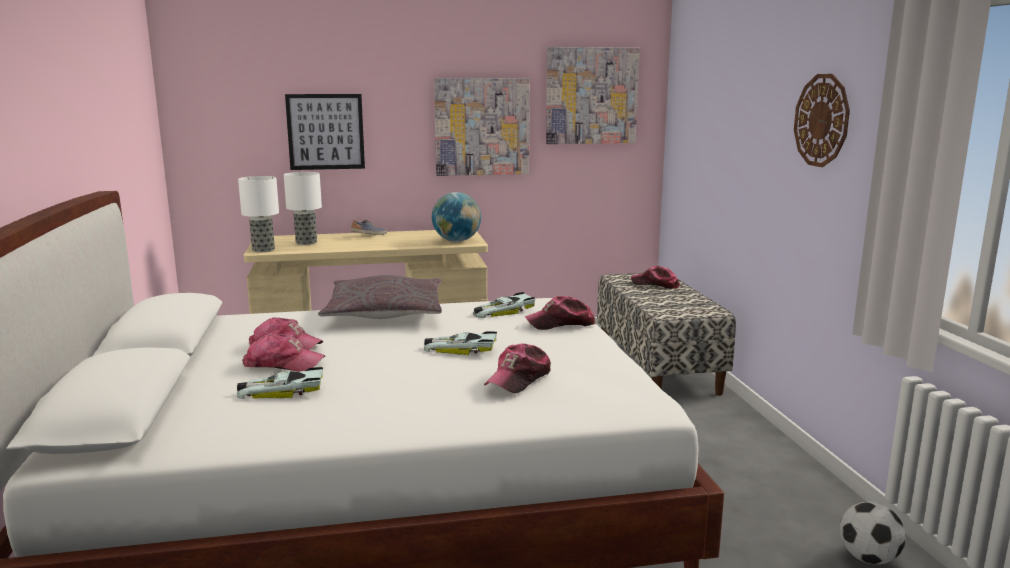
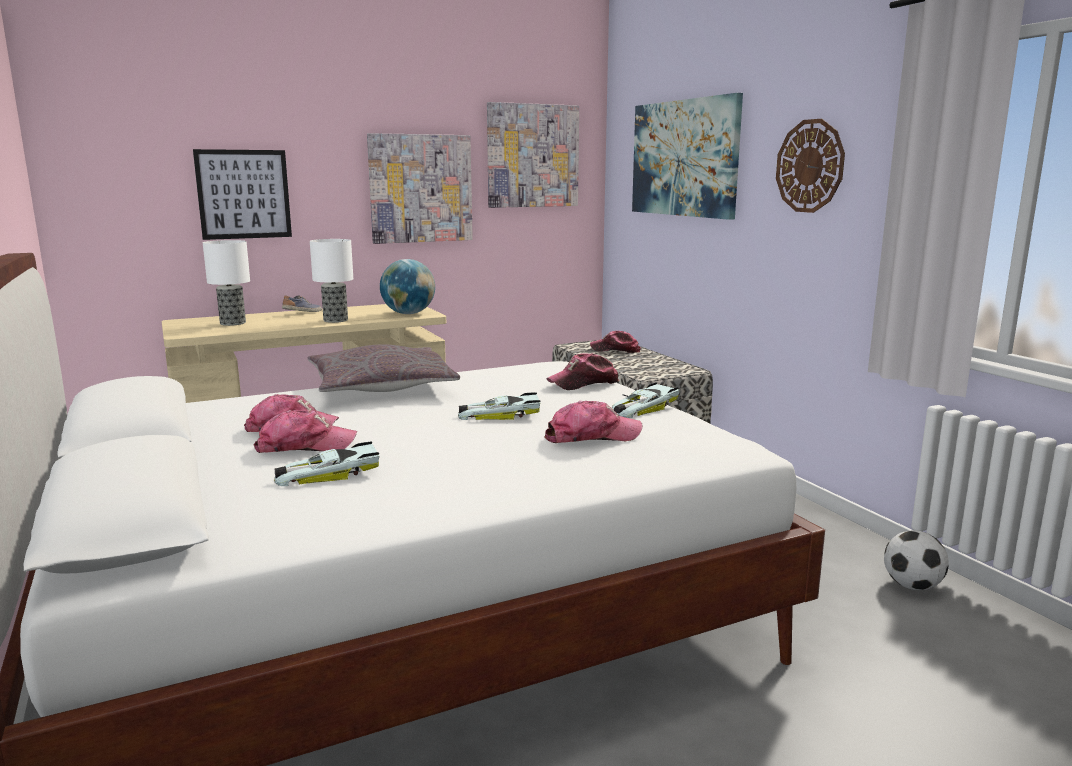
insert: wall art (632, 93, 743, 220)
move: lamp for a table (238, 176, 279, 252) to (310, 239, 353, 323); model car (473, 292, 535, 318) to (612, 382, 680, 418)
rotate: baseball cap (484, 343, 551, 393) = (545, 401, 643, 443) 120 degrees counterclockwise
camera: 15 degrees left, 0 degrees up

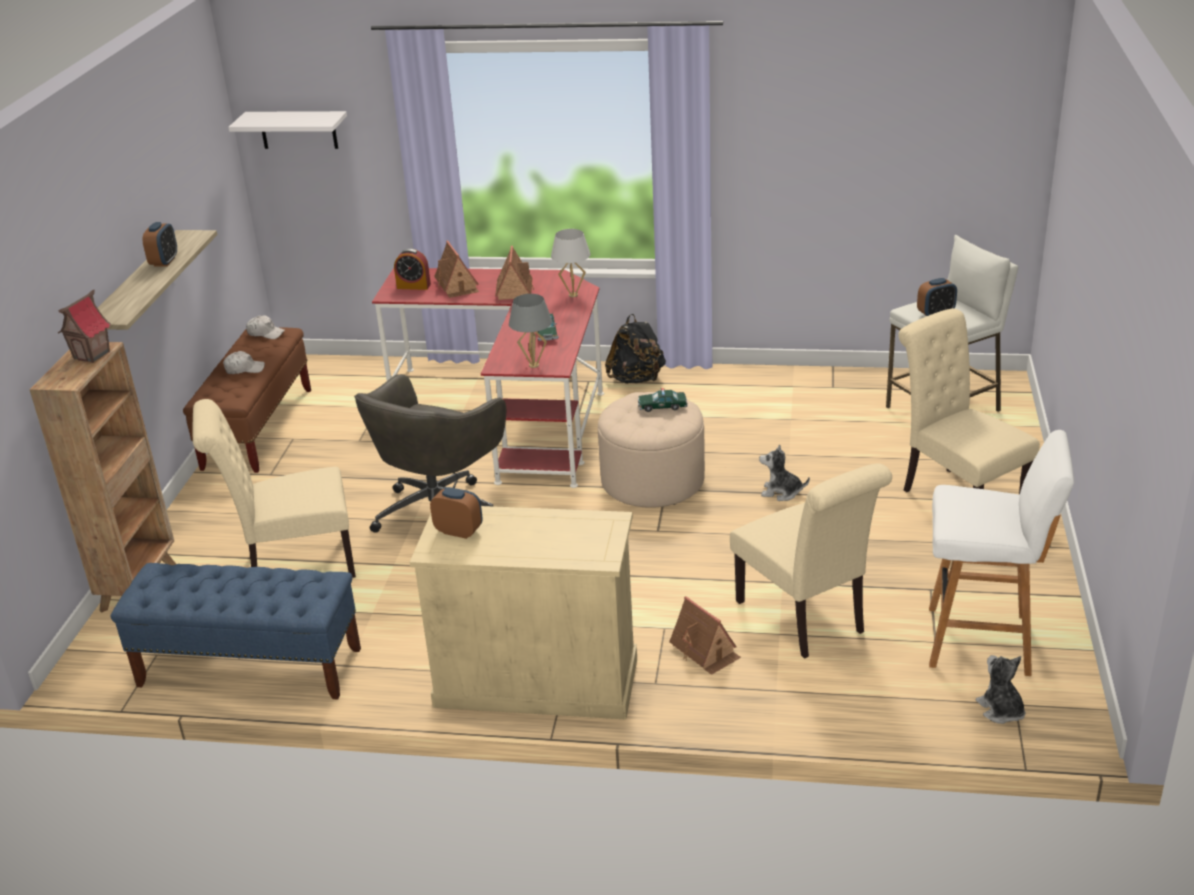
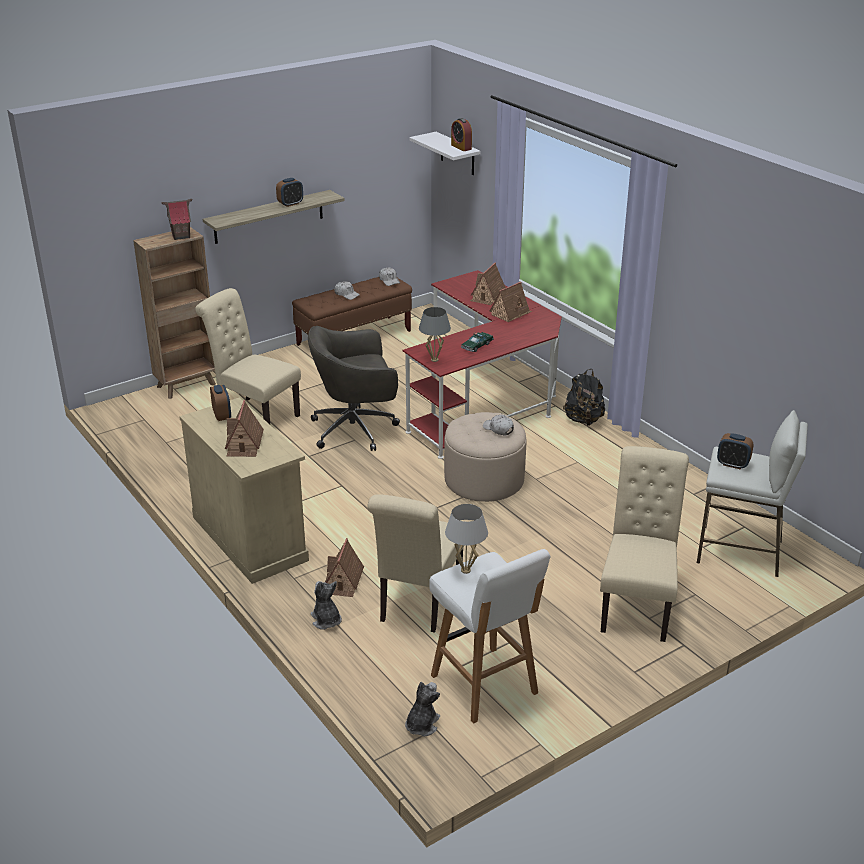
delete: bluish long seat (111, 563, 361, 700)
insert: miniature house (225, 400, 264, 457)
move: white-coloured lamp for a table (551, 229, 591, 297) to (445, 504, 488, 574); table clock (394, 249, 431, 290) to (451, 118, 472, 151); soft toy (759, 444, 810, 501) to (311, 581, 342, 630)
replace: model car (638, 388, 688, 412) to white-coloured baseball cap (483, 415, 514, 435)
camera: 45 degrees right, 0 degrees up

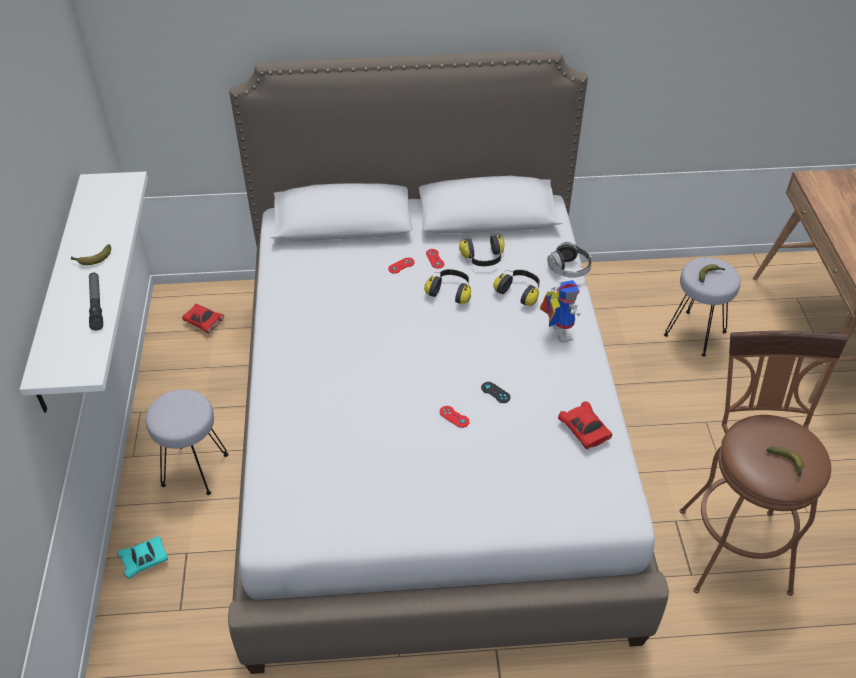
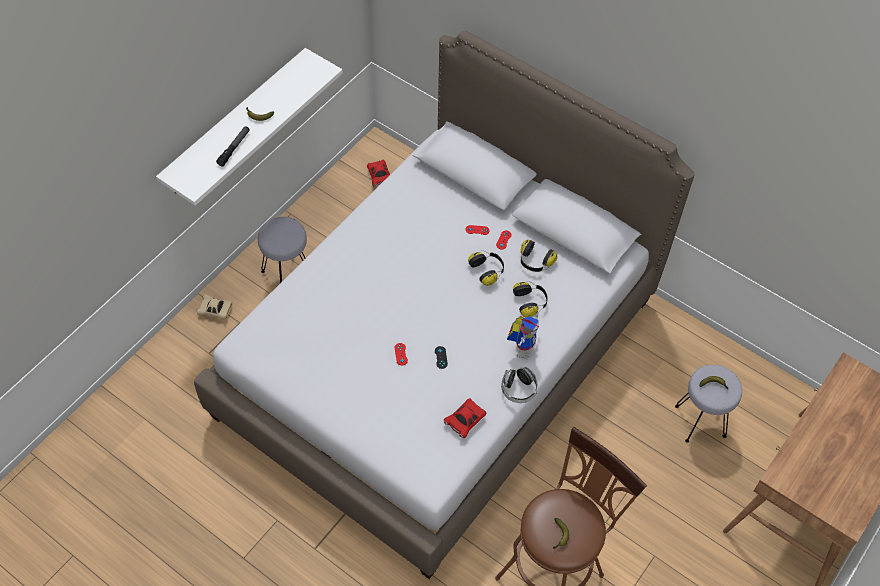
move: headset (547, 242, 592, 278) to (501, 367, 538, 403)
recolor: blue-green model car (117, 536, 168, 579) to beige-coloured model car (196, 294, 232, 319)
rotate: red model car (558, 401, 612, 449) = (444, 398, 486, 438) 150 degrees counterclockwise
camera: 40 degrees right, 10 degrees up

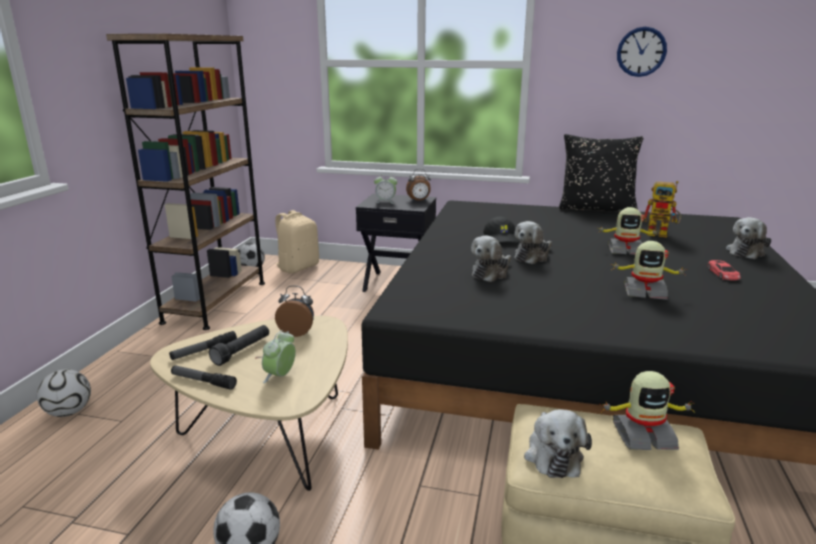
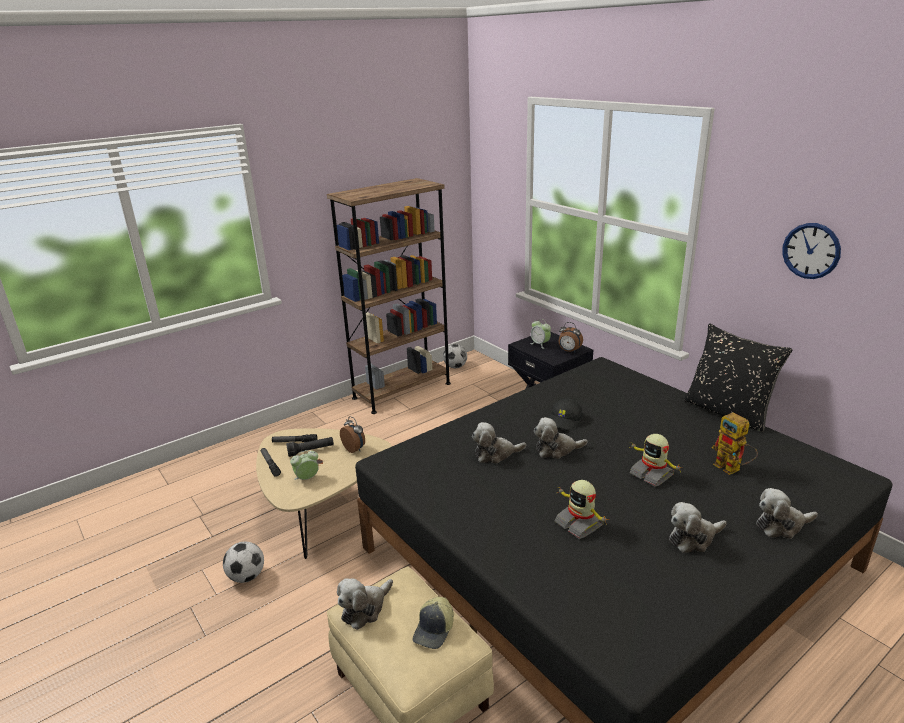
delete: beige-coloured rucksack (275, 210, 319, 273); ball for football (37, 369, 91, 417)
replace: red model car (707, 260, 741, 280) to soft toy (669, 502, 726, 553); robot figure (599, 371, 695, 450) to baseball cap (413, 597, 454, 649)
camera: 40 degrees right, 5 degrees up

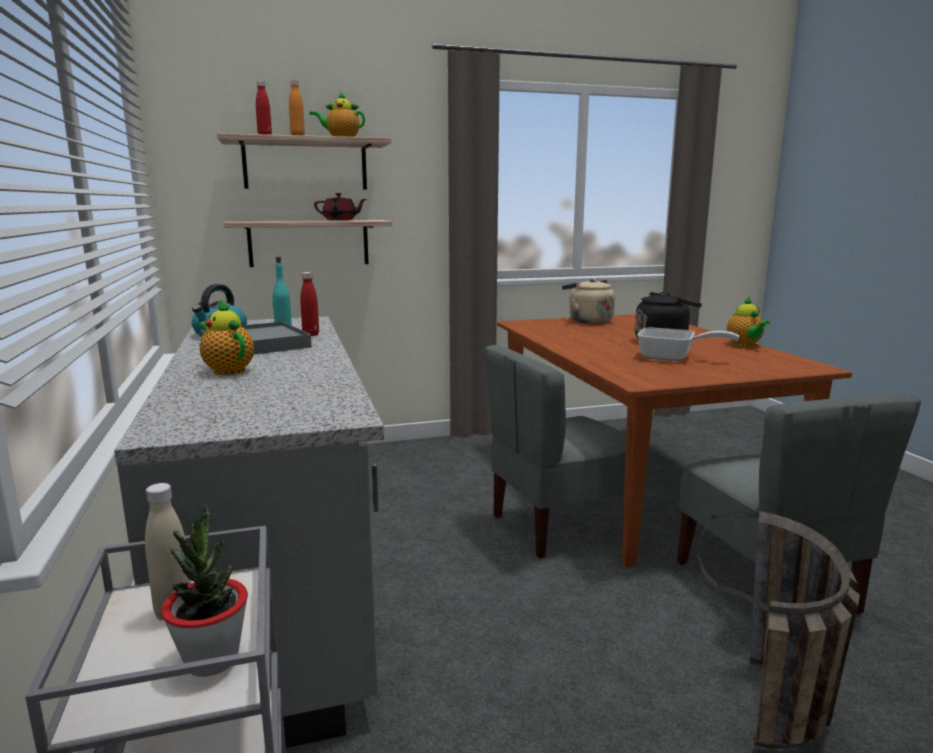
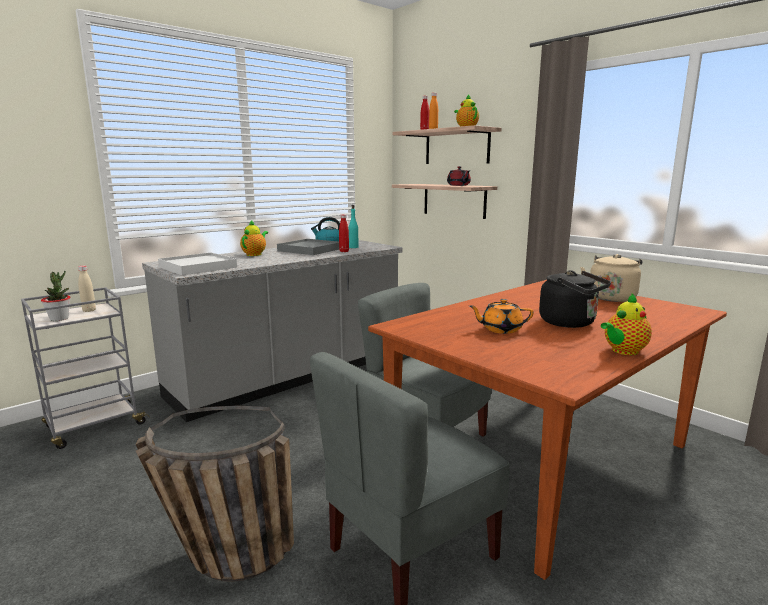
insert: white-coloured serving tray (158, 252, 237, 275)
replace: frying pan (637, 328, 739, 361) to orange pot for tea (469, 299, 534, 334)
camera: 65 degrees right, 0 degrees up

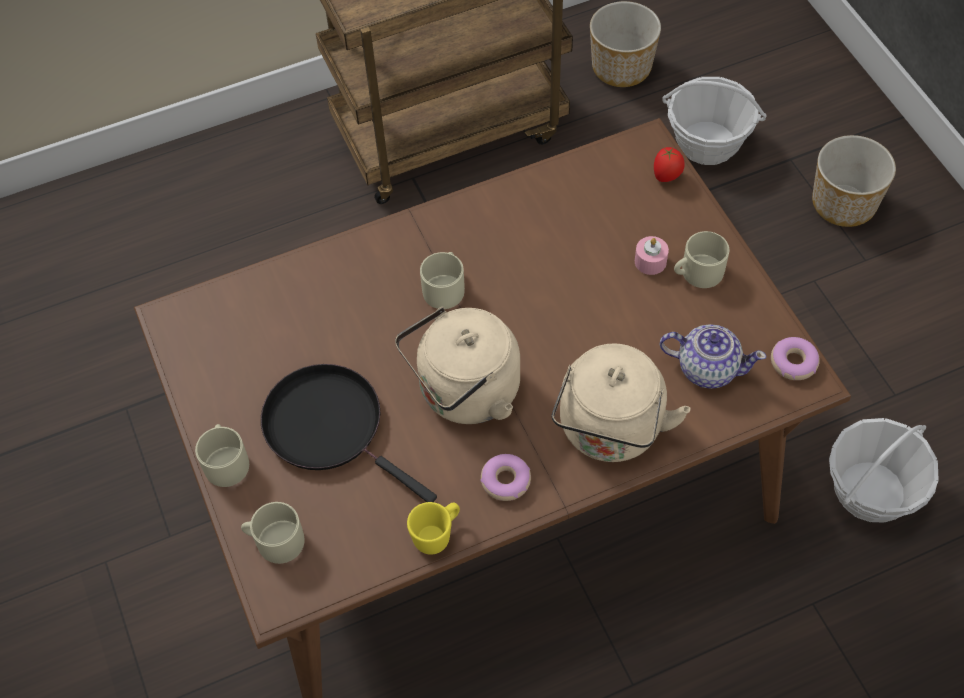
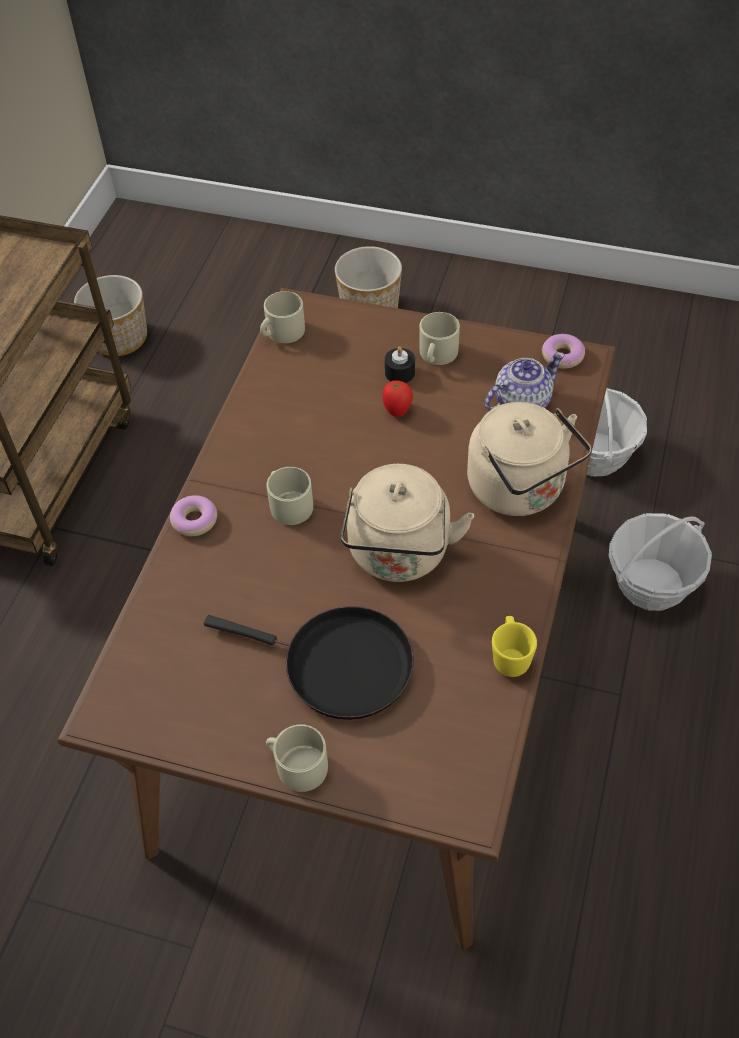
move: household basket (662, 77, 767, 165) to (609, 513, 712, 611); tomato (654, 147, 685, 182) to (383, 380, 413, 417); ring doughnut (480, 454, 531, 501) to (170, 495, 217, 536); beige-coloured mug (241, 502, 305, 564) to (260, 291, 305, 343)
recolor: pink candle (635, 236, 669, 275) to blackish candle (385, 346, 415, 383)
rotate: blackish frying pan (261, 364, 437, 502) = (204, 606, 414, 720) 150 degrees counterclockwise
camera: 50 degrees left, 5 degrees down

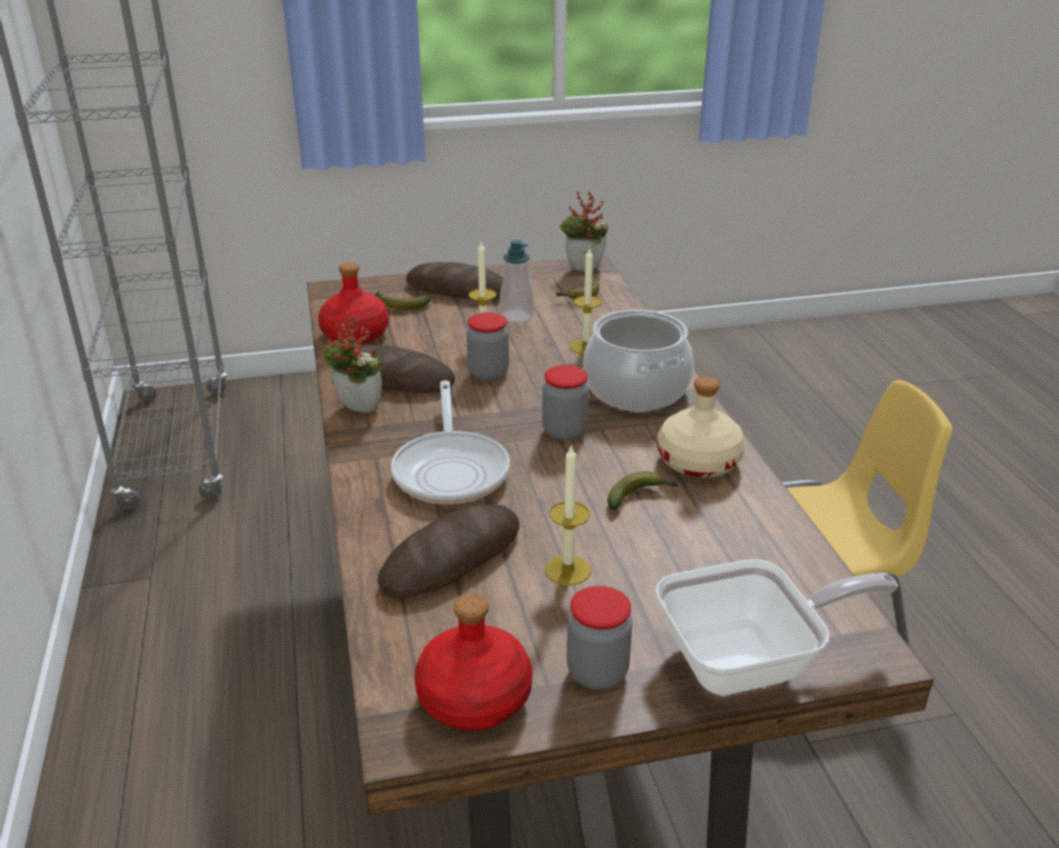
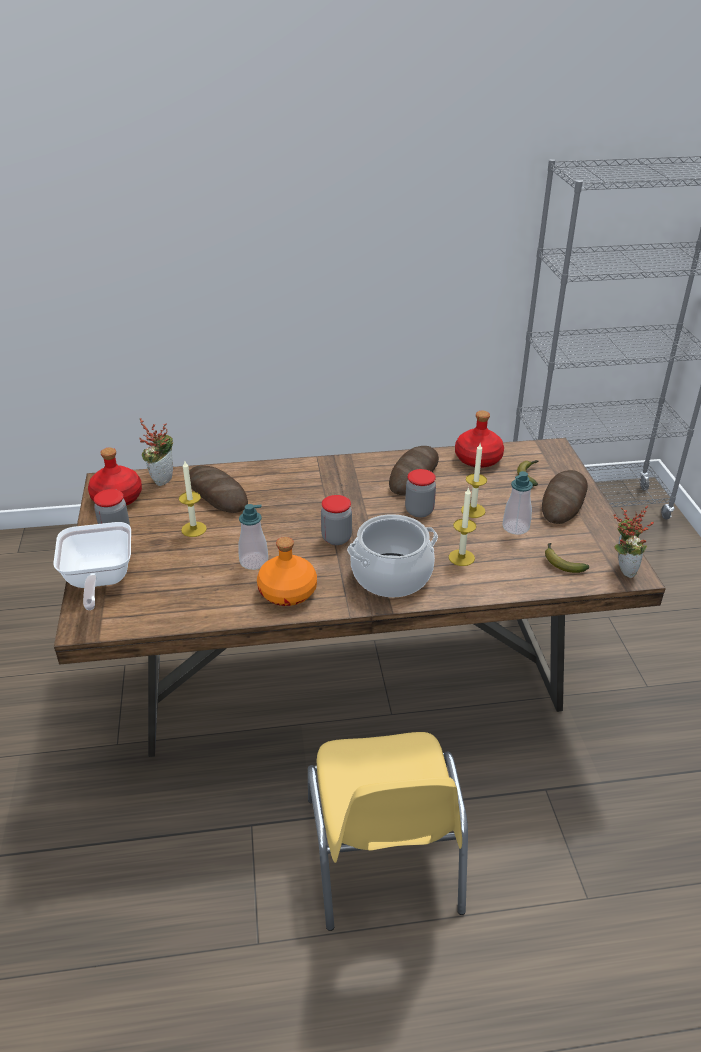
delete: frying pan (391, 380, 510, 504)
move: plant in a pot (322, 311, 382, 412) to (139, 418, 173, 486)
replace: banana fruit (607, 471, 678, 510) to soap dispenser (238, 504, 268, 570)
recolor: beige-coloured bottle (658, 376, 745, 477) to orange bottle (257, 537, 317, 606)
camera: 95 degrees right, 5 degrees up

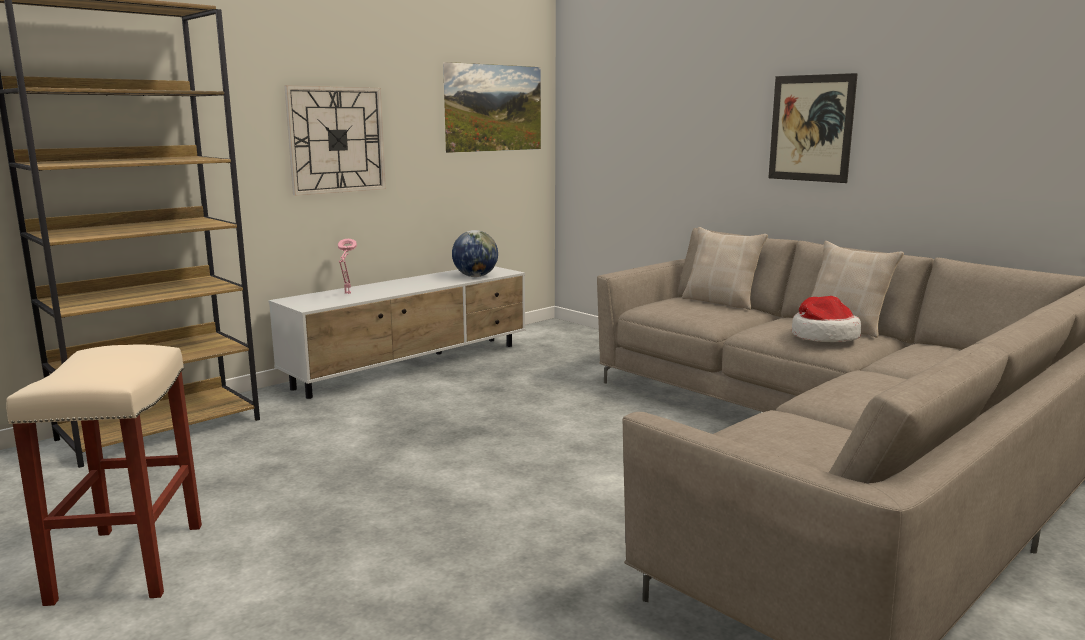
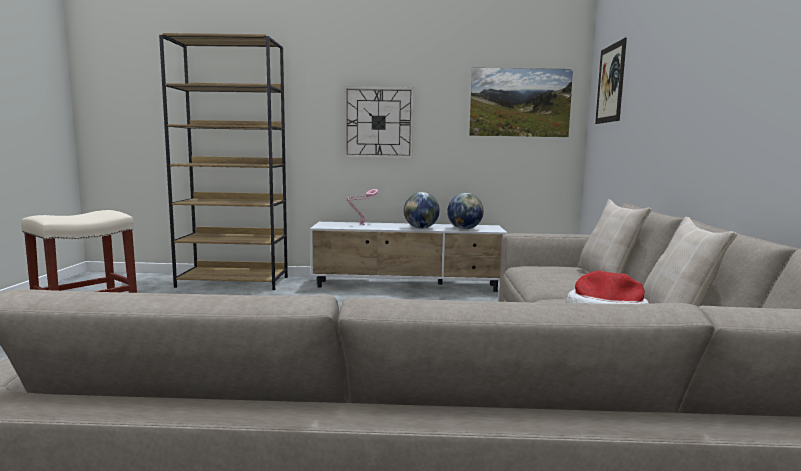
insert: world globe (404, 192, 440, 229)
move: wall art (768, 73, 858, 183) to (595, 38, 627, 124)
camera: 45 degrees right, 5 degrees down

